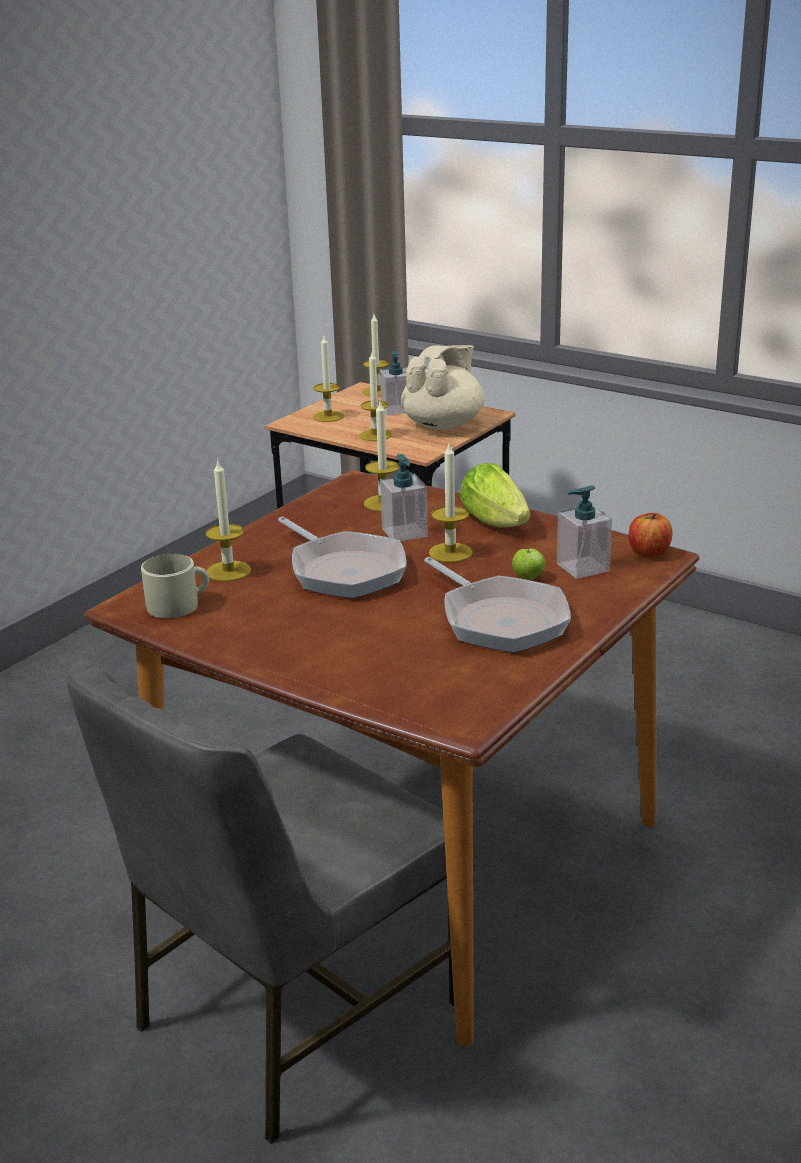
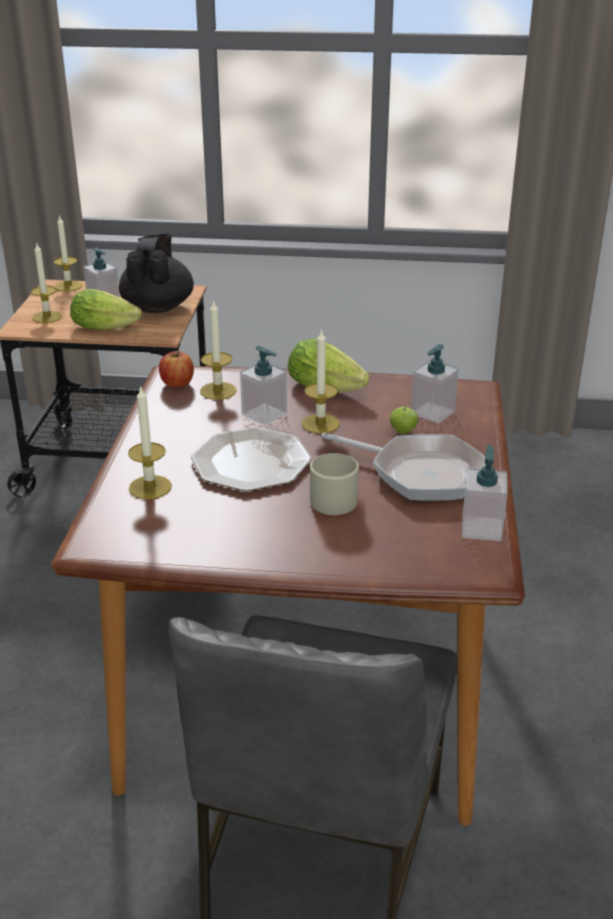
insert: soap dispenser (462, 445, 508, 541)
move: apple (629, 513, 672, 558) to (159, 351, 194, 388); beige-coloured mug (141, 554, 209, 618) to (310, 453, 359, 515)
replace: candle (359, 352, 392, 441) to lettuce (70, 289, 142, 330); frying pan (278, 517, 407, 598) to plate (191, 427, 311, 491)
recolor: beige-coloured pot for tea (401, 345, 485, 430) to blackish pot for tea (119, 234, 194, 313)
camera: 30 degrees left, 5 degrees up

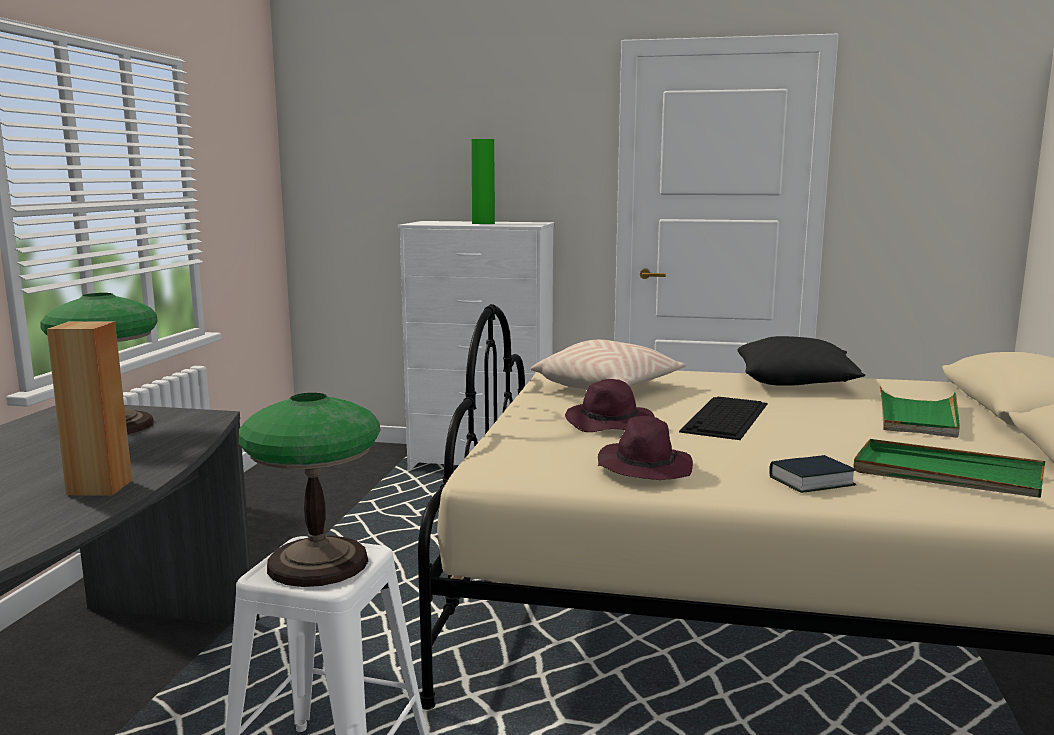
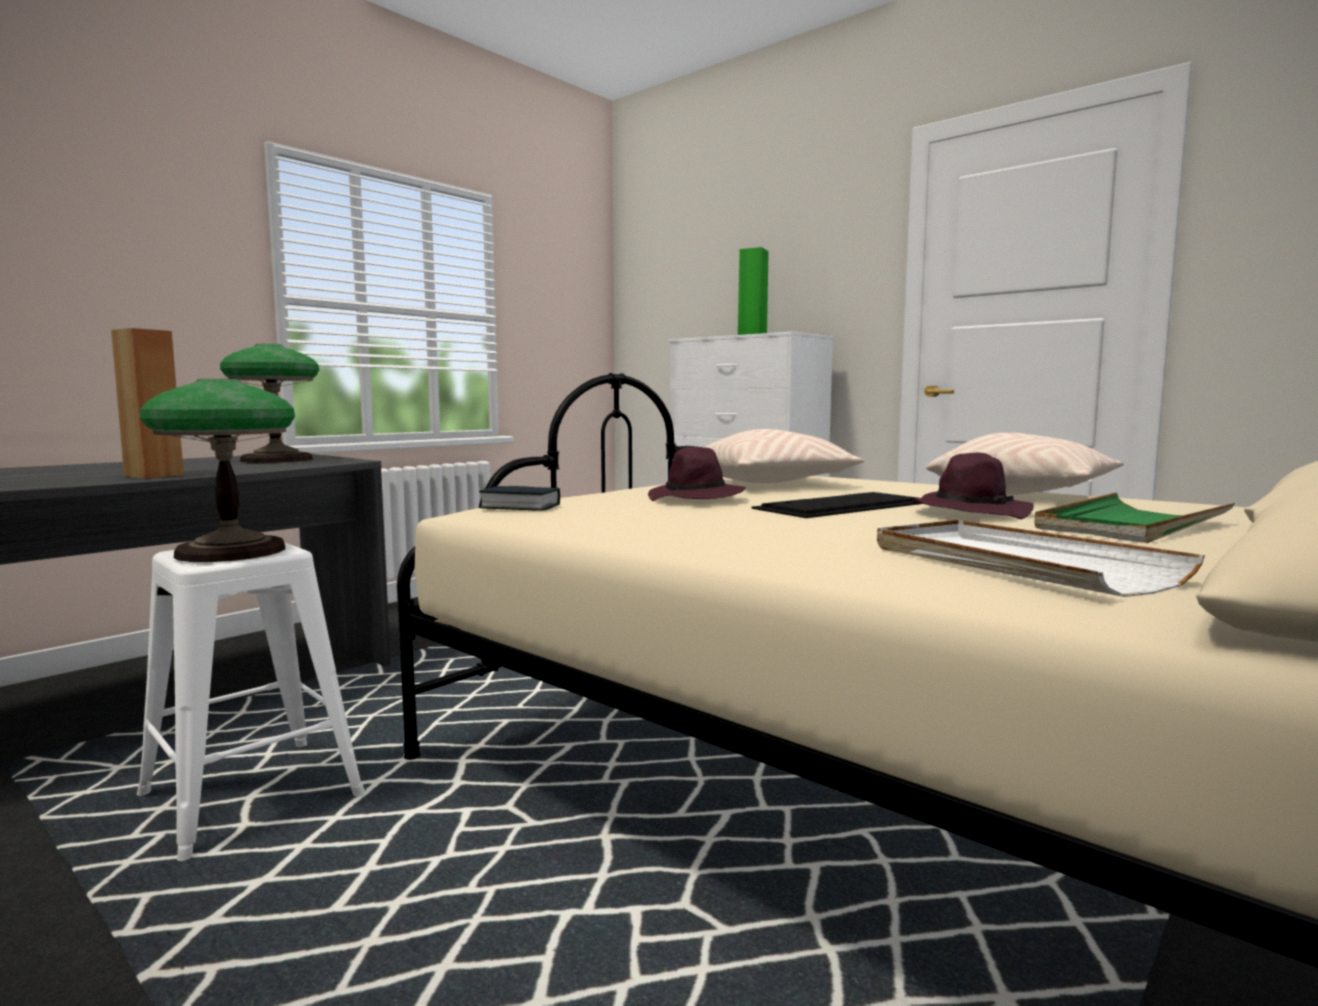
move: purple wearable hat (598, 416, 693, 480) to (912, 453, 1034, 519); bound book (769, 455, 856, 493) to (479, 486, 560, 511)
recolor: blackish throw pillow (737, 336, 865, 386) to beige-coloured throw pillow (926, 433, 1124, 495); greenish serving tray (853, 439, 1045, 498) to white-coloured serving tray (877, 520, 1205, 597)
camera: 30 degrees right, 5 degrees down

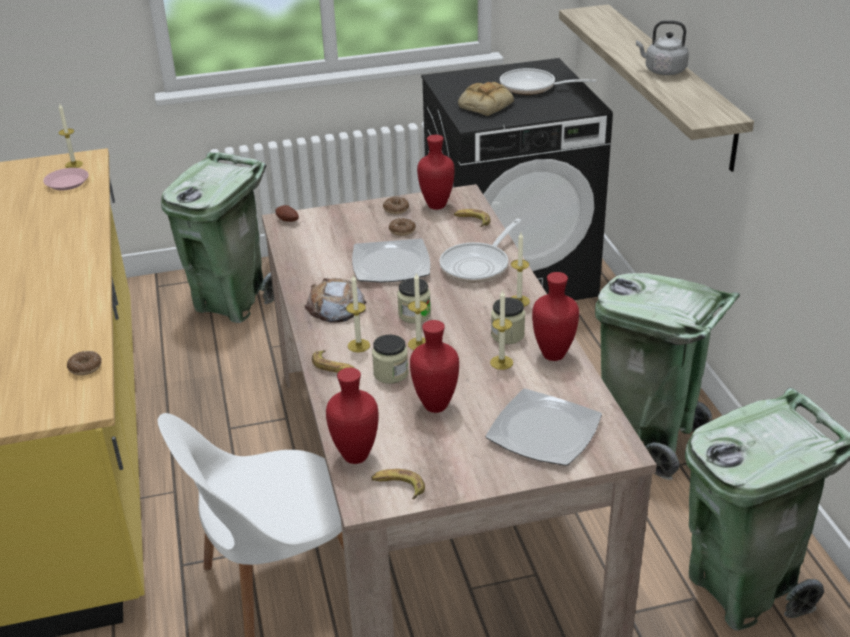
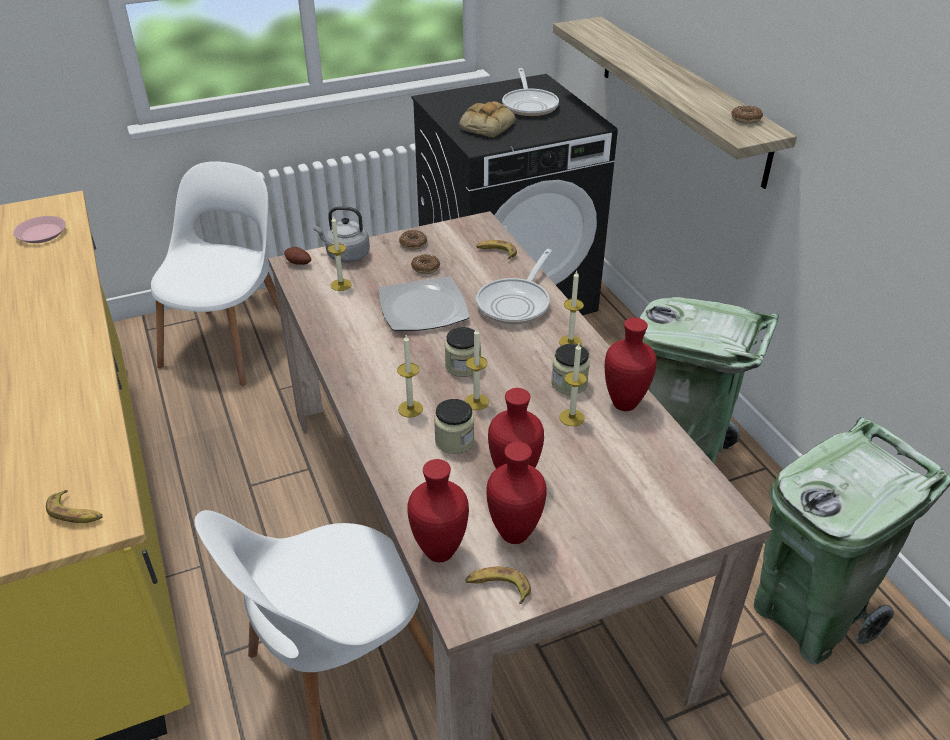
delete: bakery bread (305, 278, 367, 323); plate (486, 388, 602, 466)
move: grey kettle (636, 20, 689, 75) to (313, 206, 370, 263); candle (59, 104, 83, 168) to (328, 216, 352, 291); red vase (417, 135, 455, 210) to (486, 442, 547, 544); banana fruit (312, 350, 355, 373) to (46, 490, 103, 523); ring doughnut (67, 351, 102, 375) to (731, 105, 763, 124)
replace: greenish trash can (161, 152, 274, 323) to white-coloured plain chair (151, 161, 280, 386)
rotate: frying pan (500, 68, 596, 95) = (502, 68, 559, 117) 105 degrees counterclockwise
camera: 10 degrees left, 5 degrees up

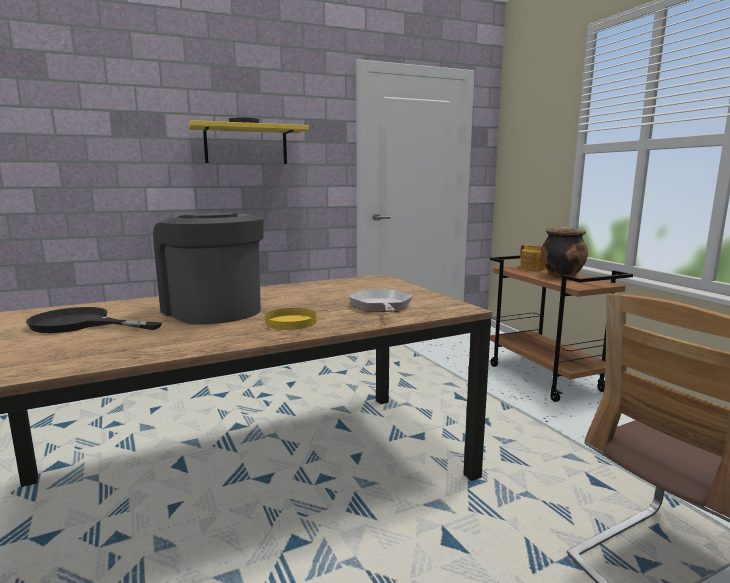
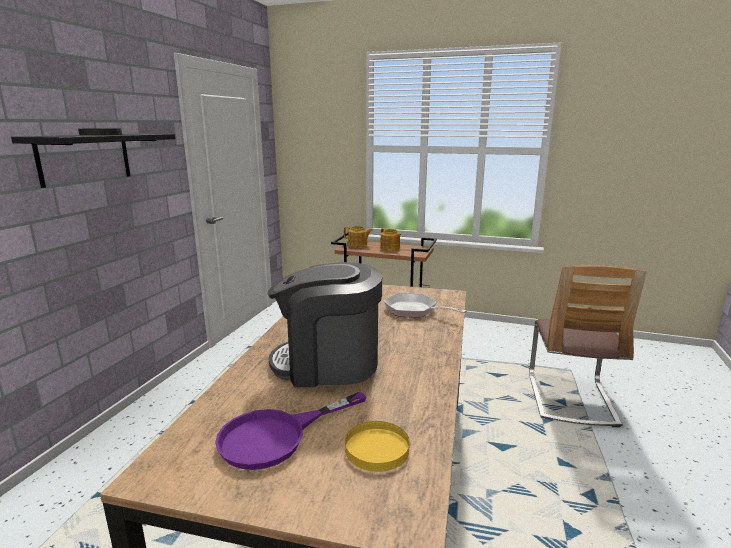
move: yellow plate (265, 308, 317, 330) to (345, 421, 410, 472)
replace: saucepot (541, 227, 588, 279) to pot for tea (380, 228, 401, 250)
recolor: yellow wall shelf (188, 120, 309, 164) to blackish wall shelf (11, 134, 176, 188); blackish frying pan (26, 307, 162, 333) to purple frying pan (215, 392, 367, 470)
camera: 50 degrees left, 5 degrees up

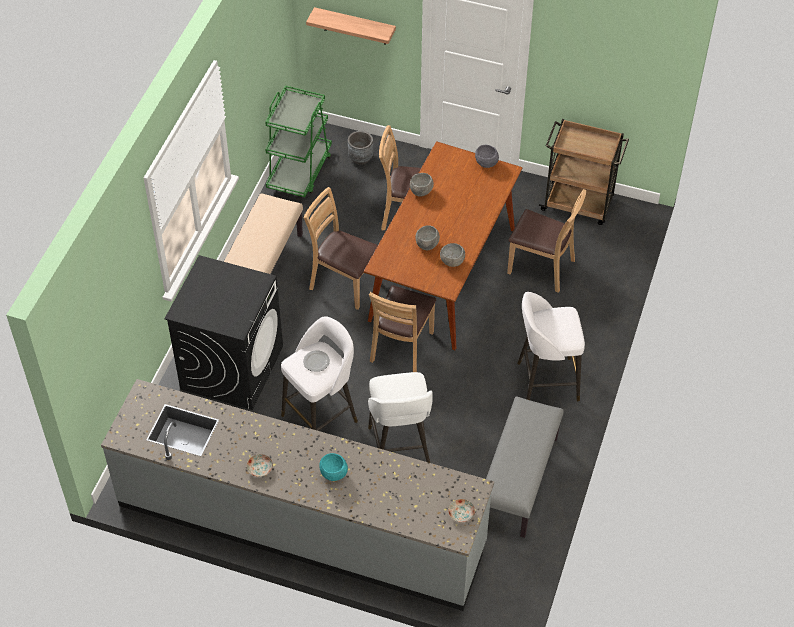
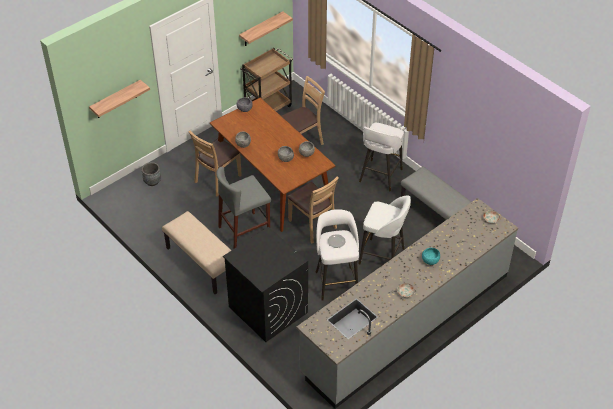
delete: greenish wheeled cart (265, 85, 332, 197)
insert: wall shelf (239, 11, 293, 46)
replace: brownish plain chair (303, 187, 378, 310) to grey sitting stool (216, 167, 271, 249)
camera: 60 degrees left, 5 degrees down

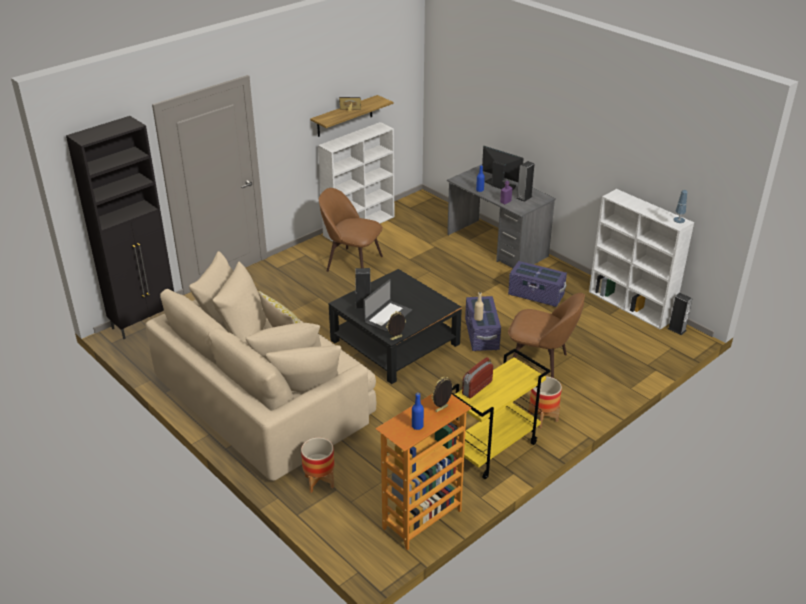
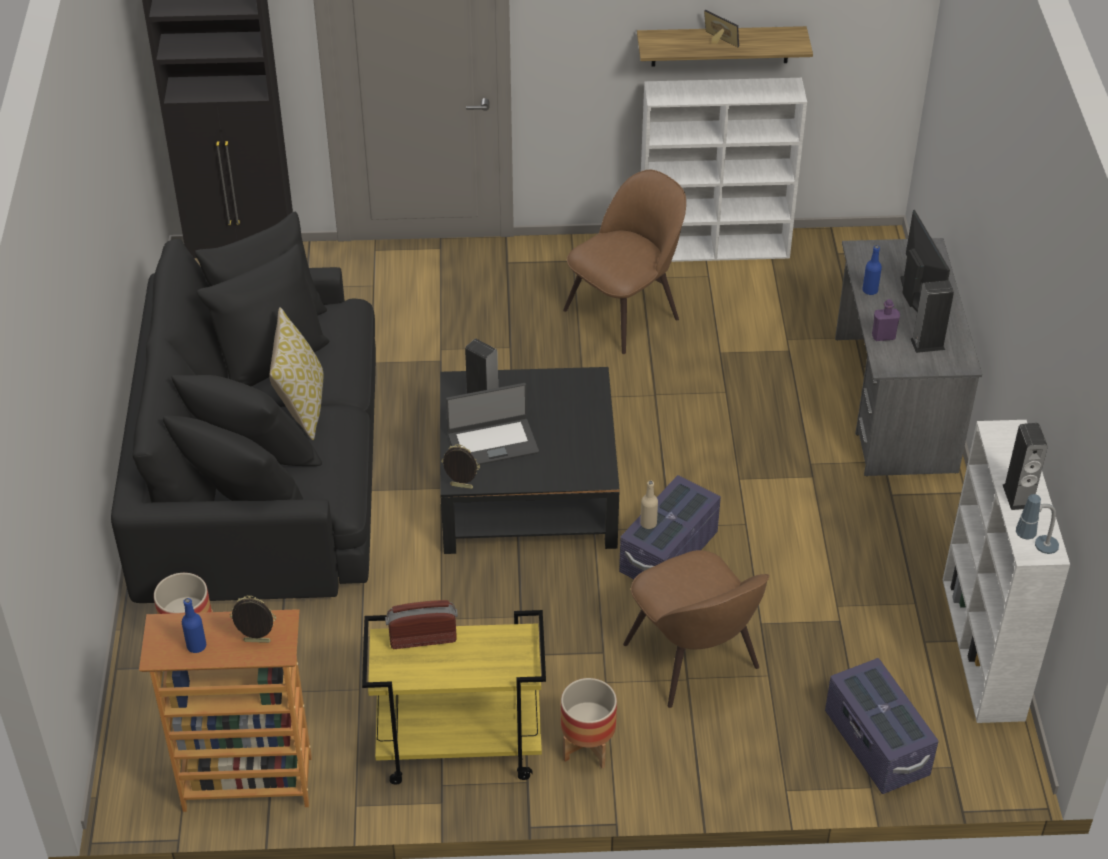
move: purple storage bin (508, 261, 567, 307) to (825, 658, 939, 794); loudspeaker (668, 293, 692, 335) to (1003, 423, 1048, 510)
recolor: beige-coloured couch (145, 251, 376, 481) to blackish couch (111, 212, 376, 603)
rotate: brownish plain chair (319, 188, 383, 272) = (563, 170, 686, 354) 75 degrees clockwise
camera: 40 degrees right, 10 degrees up

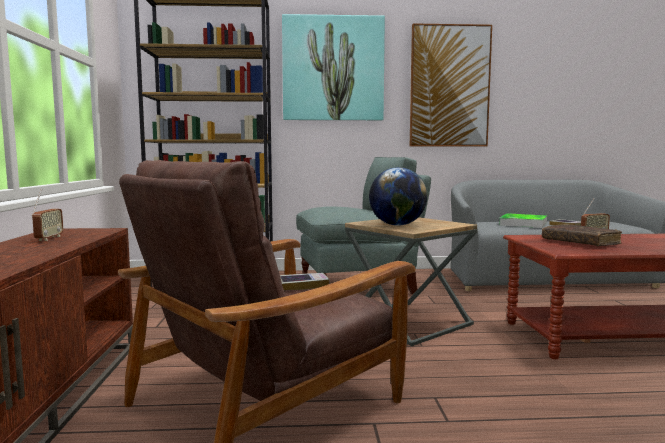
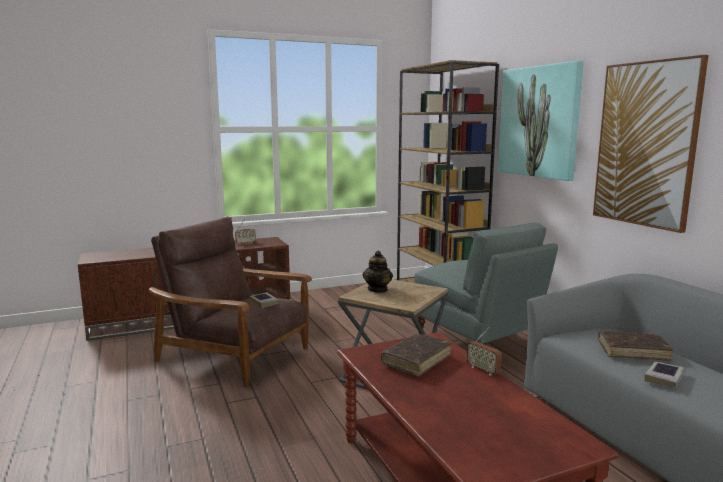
replace: world globe (369, 167, 427, 226) to pot for tea (363, 251, 393, 293); serving tray (499, 213, 547, 228) to brownish bound book (598, 330, 673, 361)
camera: 70 degrees right, 5 degrees up

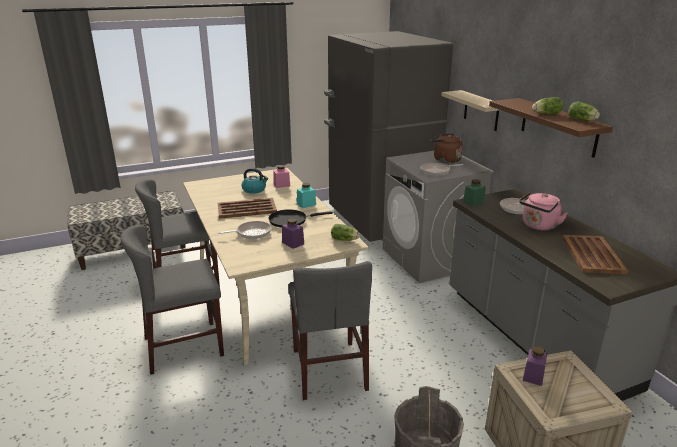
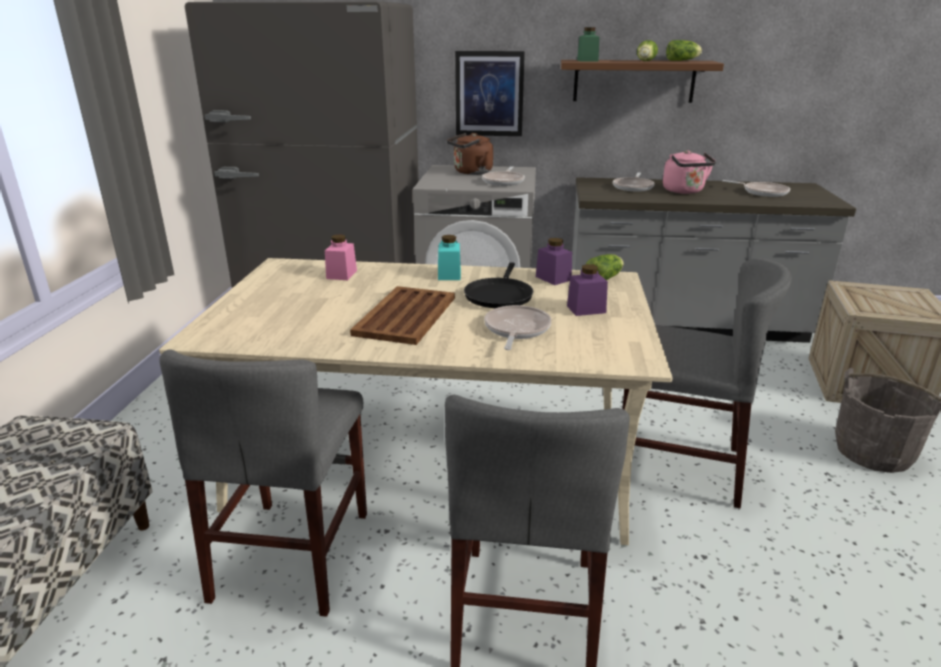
delete: kettle (242, 168, 268, 194)
move: greenish jar (463, 179, 485, 207) to (577, 27, 599, 62); purple jar (523, 346, 547, 386) to (536, 238, 572, 285)
replace: beige-coloured wall shelf (441, 90, 499, 131) to wall art (455, 51, 525, 136); brownish serving tray (562, 235, 628, 274) to frying pan (722, 180, 790, 197)
camera: 60 degrees left, 0 degrees up

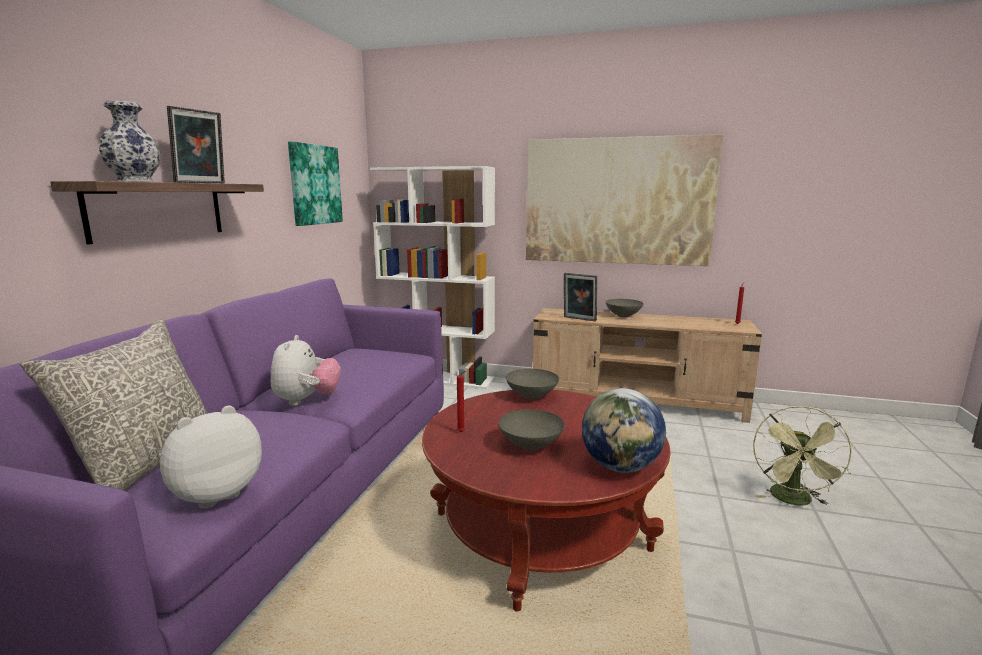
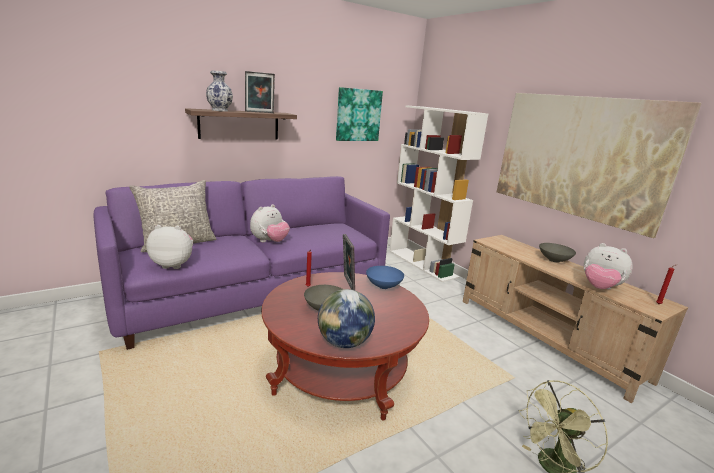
insert: soft toy (584, 243, 633, 289)
move: photo frame (564, 273, 597, 321) to (343, 234, 355, 290)
recolor: grey serving bowl (506, 369, 559, 399) to bluish serving bowl (366, 266, 404, 289)
camera: 40 degrees right, 5 degrees up

